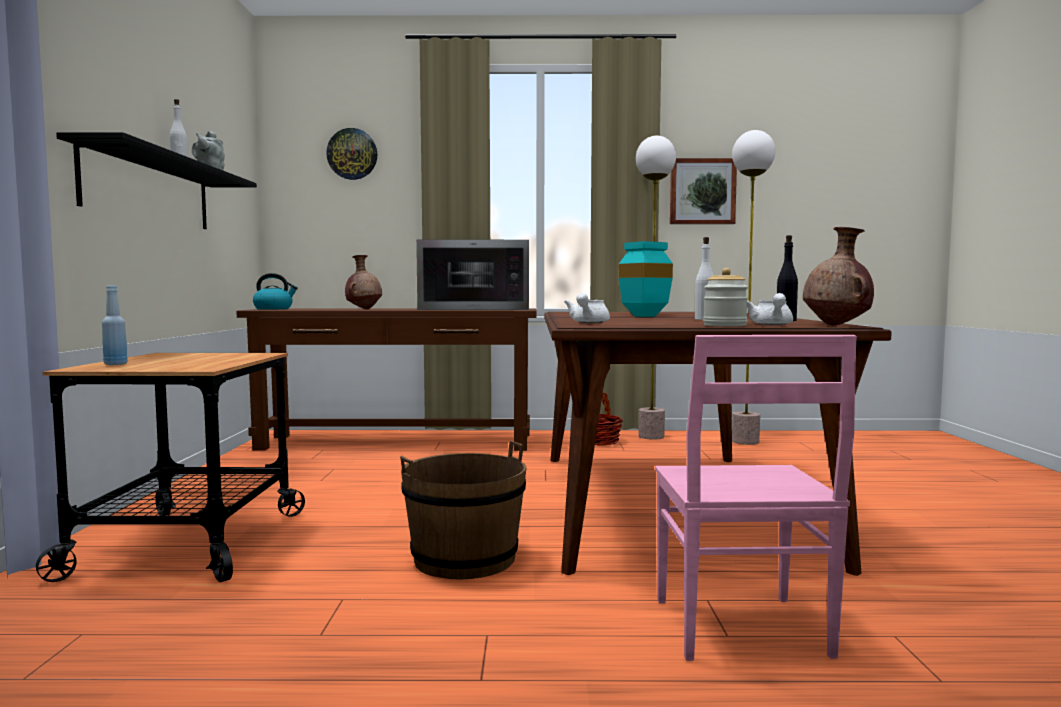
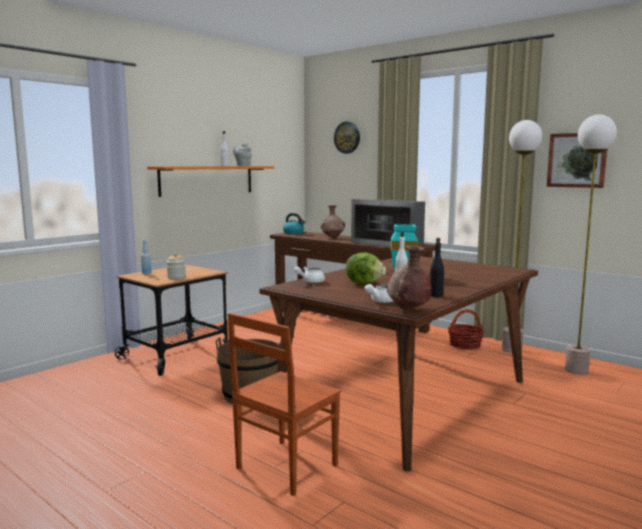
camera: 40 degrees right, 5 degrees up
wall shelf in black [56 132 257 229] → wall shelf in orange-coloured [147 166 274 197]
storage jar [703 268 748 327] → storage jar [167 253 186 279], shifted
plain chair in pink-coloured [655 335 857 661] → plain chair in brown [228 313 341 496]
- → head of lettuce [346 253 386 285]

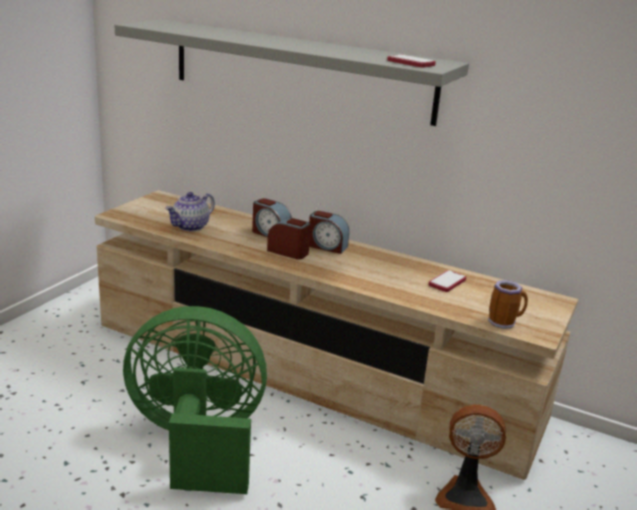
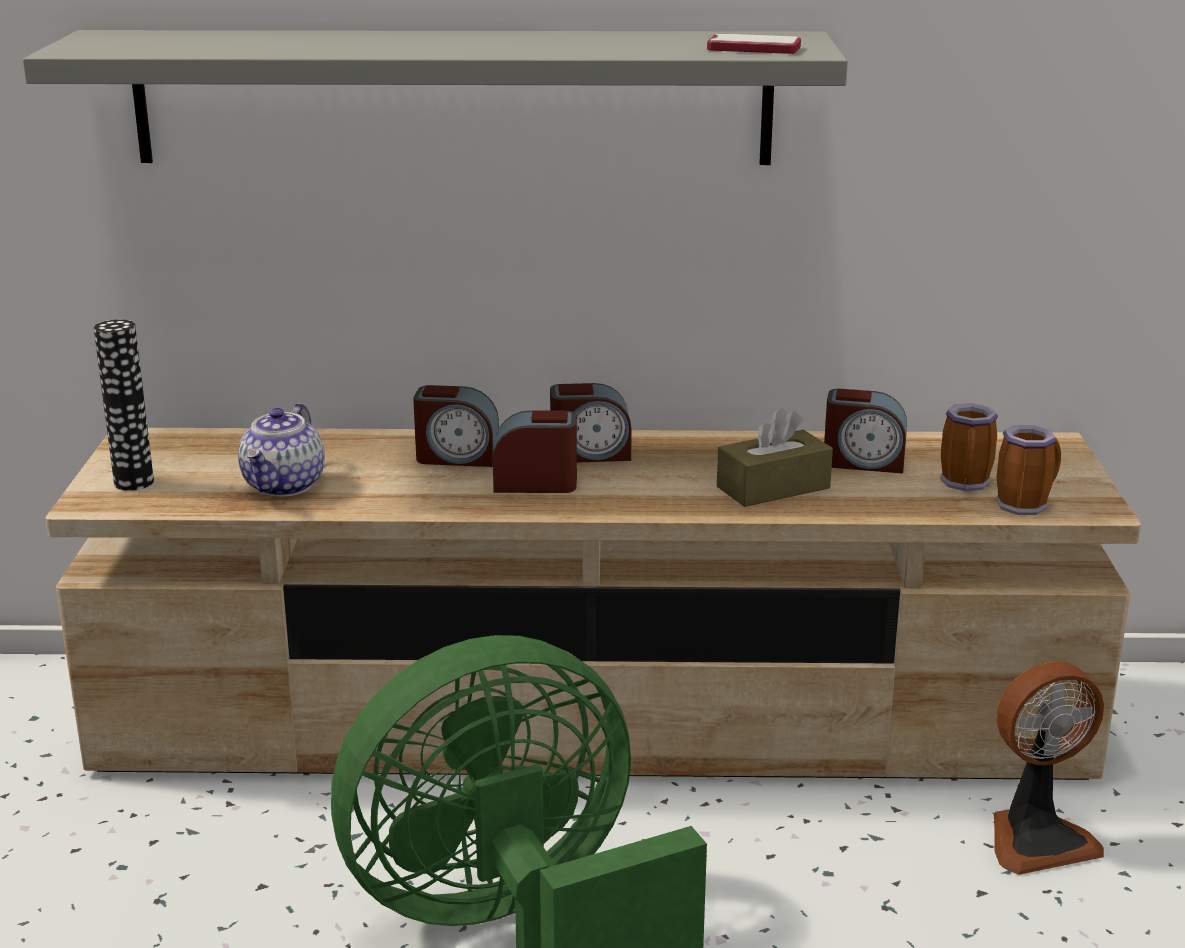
camera: 25 degrees left, 0 degrees up
- → vase [94 320 154 491]
- → tissue box in brown [717 408 833 507]
telephone [428 270 466 292] → bedside clock [824 389 907 474]
- → coffee mug [940 403 998 491]

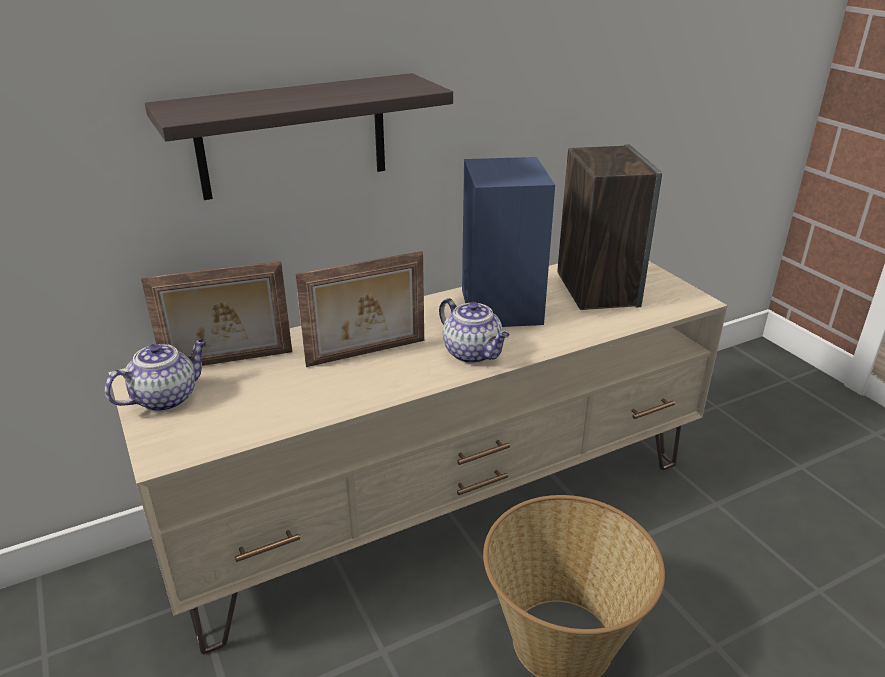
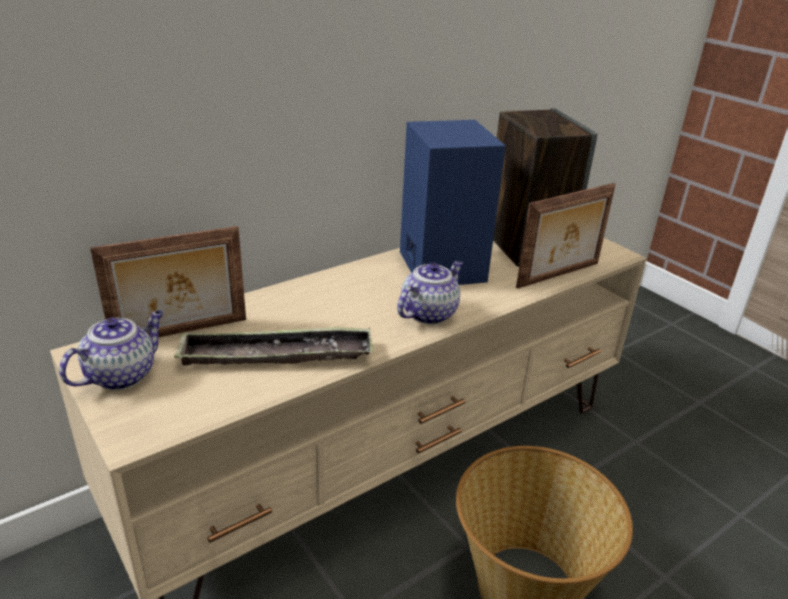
camera: 10 degrees left, 0 degrees up
- → tray [174 327 373 366]
teapot [439 298 510 363] → teapot [397 261 463 325], 90 degrees counterclockwise
photo frame [295 251 424 367] → photo frame [516 183 616 289], shifted
wall shelf [145 73 453 200] → -

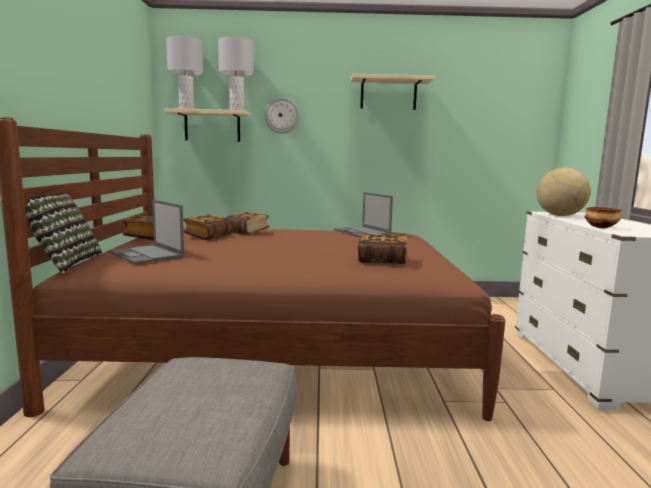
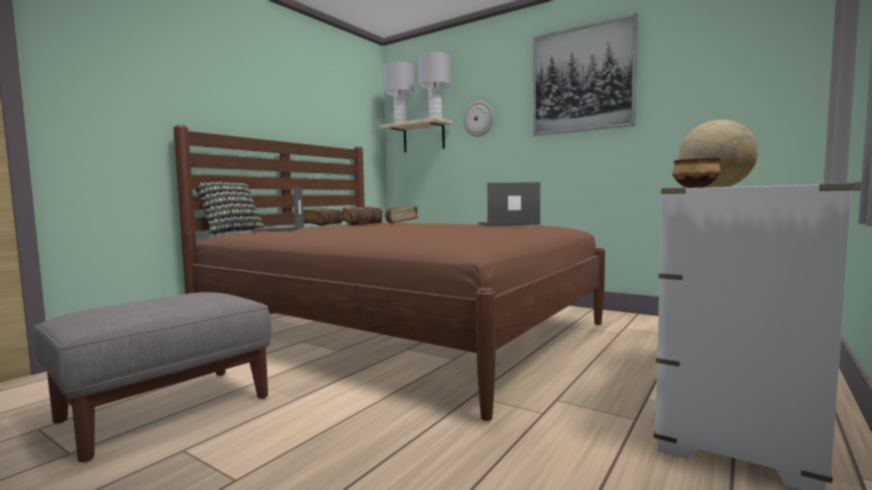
camera: 35 degrees right, 5 degrees down
laptop [334 192 393 237] → laptop [478 182 540 226], 75 degrees clockwise
wall shelf in beige-coloured [351 74 435 110] → picture [533 13 638 136]
bound book [358 233 408 264] → -

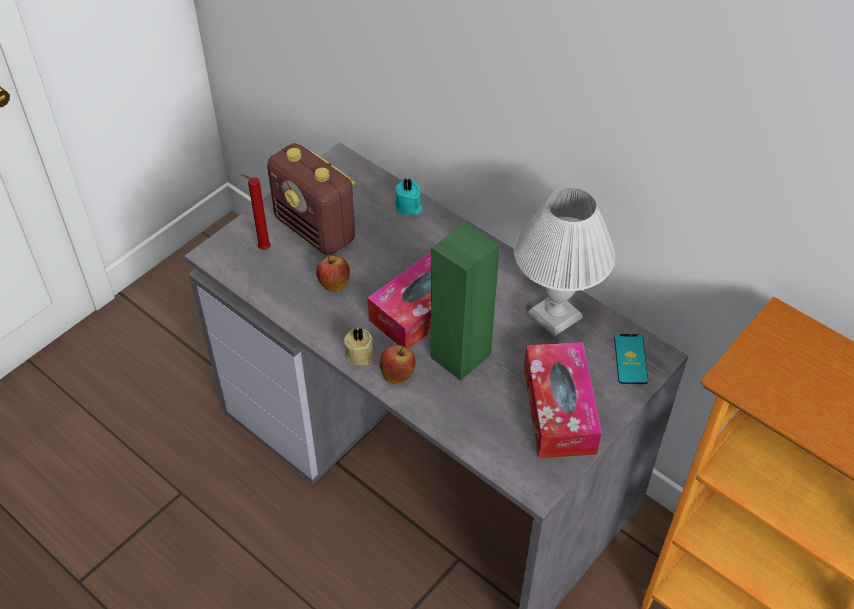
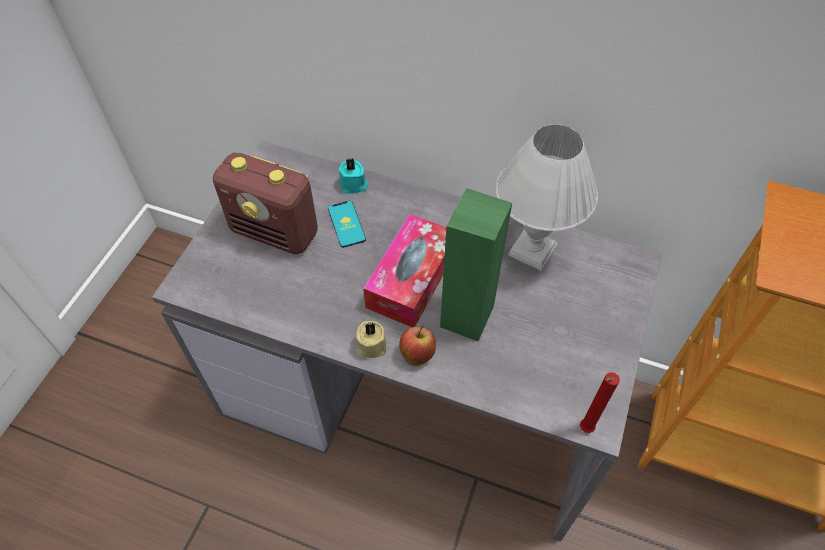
camera: 20 degrees left, 5 degrees up
telephone [614 334 648 384] → telephone [328 200 366 248], shifted
wax light in reddish [241 174 271 250] → wax light in reddish [580 372 620 433], shifted
apple [316 253 350 292] → -
tissue box [524 342 602 458] → -

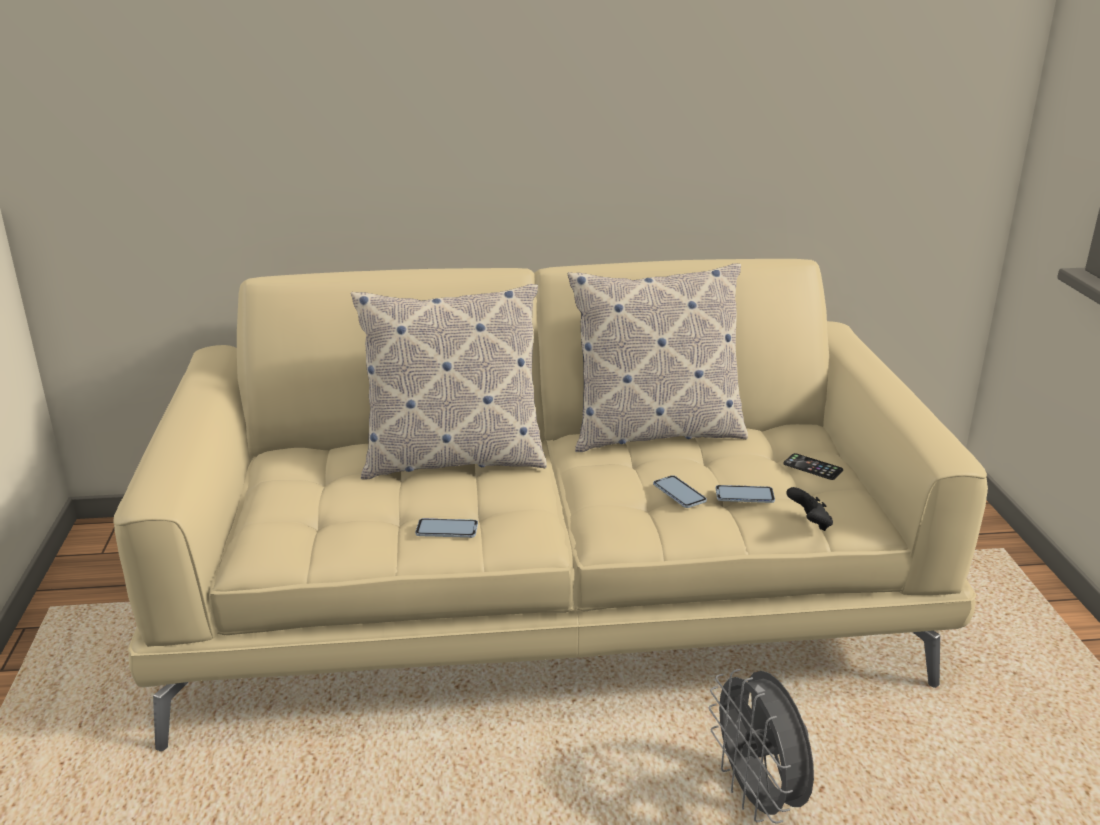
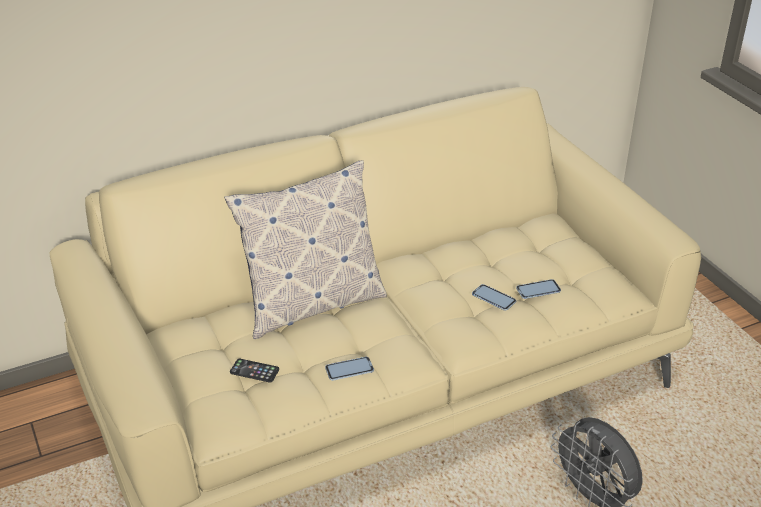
camera: 20 degrees left, 10 degrees up
telephone [783 453 843 480] → telephone [230 359 279 383], shifted
throw pillow [568 263 748 452] → -
game controller in black [786 487 833 531] → -

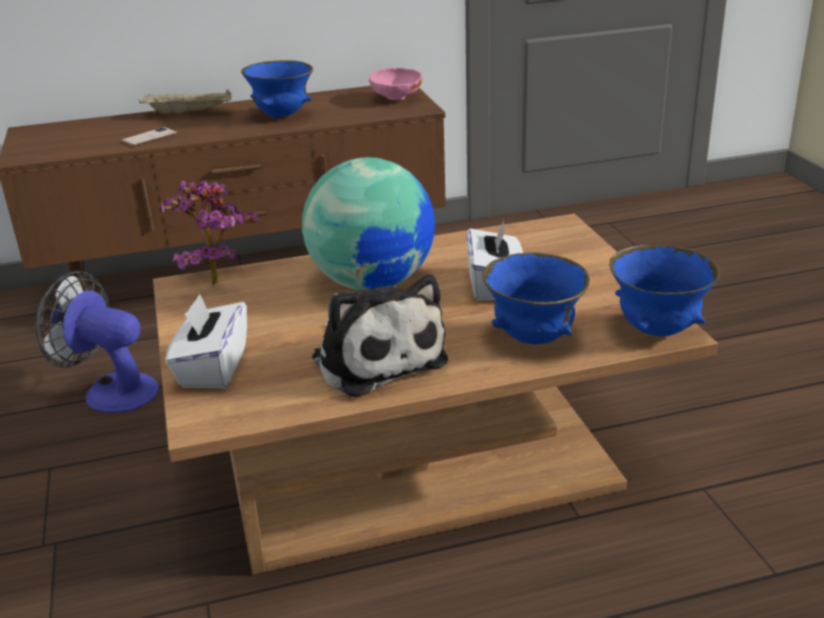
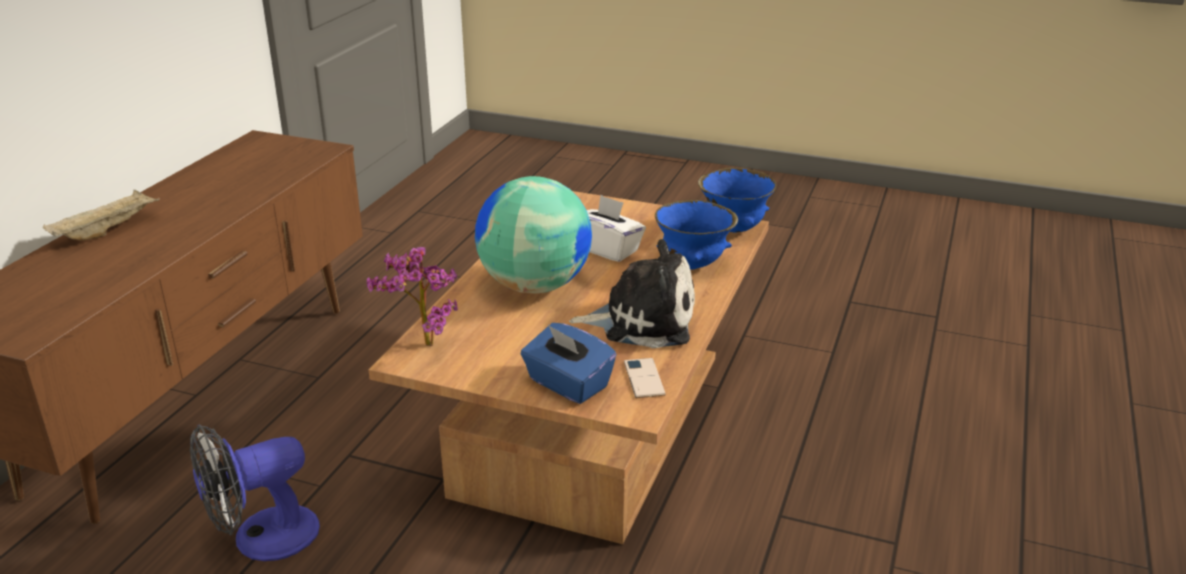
camera: 55 degrees left, 0 degrees up
tissue box in white-coloured [165 293 247 388] → tissue box in bluish [521 323 616 404]
telephone [121 127 177 146] → telephone [624 358 666 398], shifted
serving bowl in bluish [241 60 313 118] → -
serving bowl in pink-coloured [369 68 422 100] → -

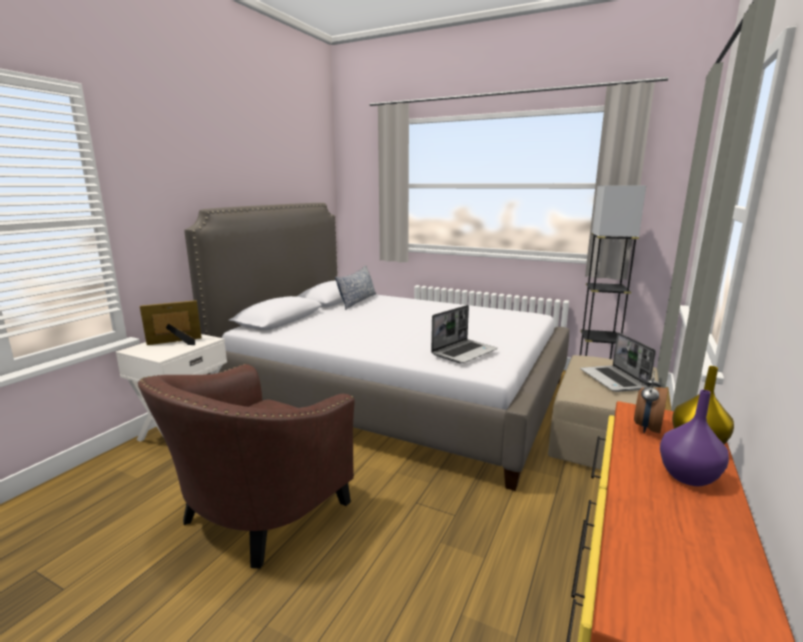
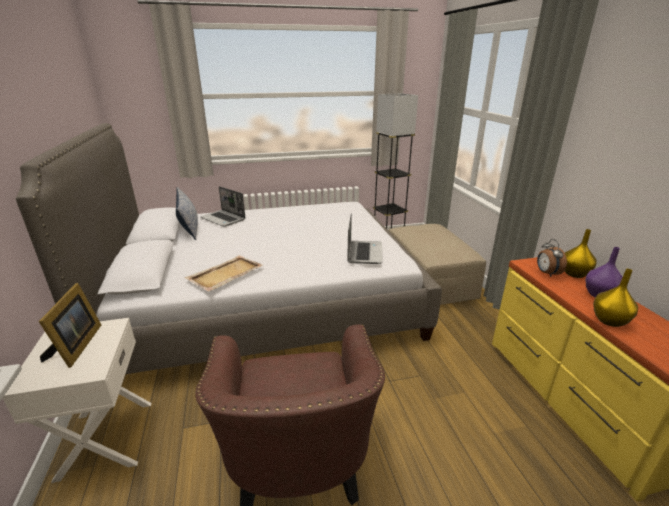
camera: 40 degrees left, 10 degrees up
photo frame [140 300 201 345] → photo frame [39 283 101 368], 150 degrees clockwise
- → tray in beige-coloured [185 255 263 291]
laptop [580 332 656 392] → laptop [201 186 245 226], shifted
- → vase in yellowish [593 269 638 327]

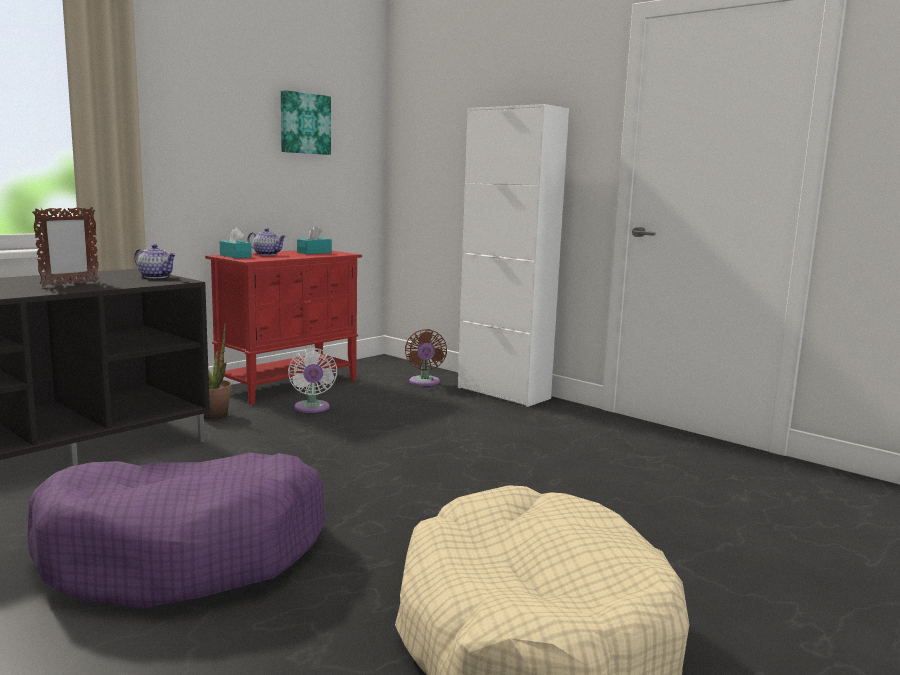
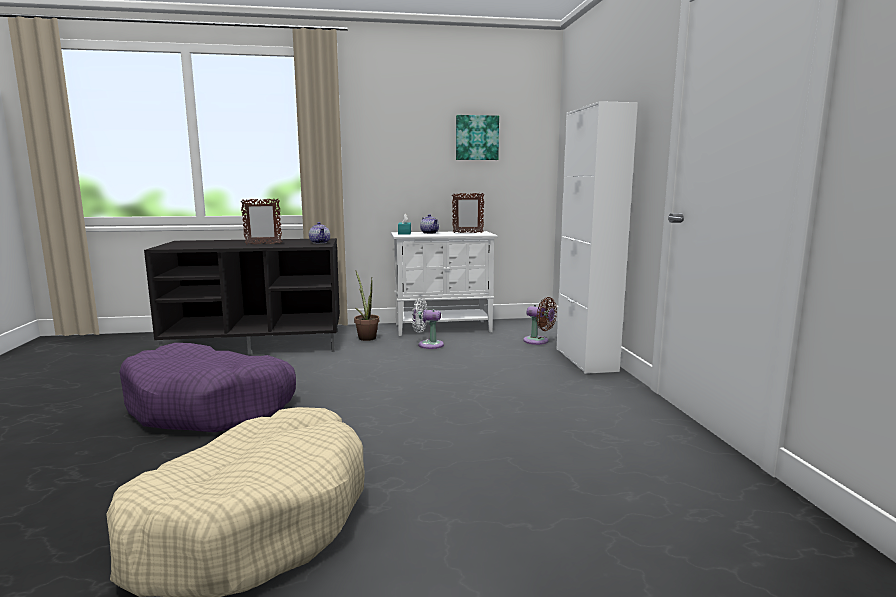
camera: 40 degrees right, 0 degrees up
storage cabinet in reddish [205 250 362 405] → storage cabinet in white-coloured [391 231 498 336]
electric fan in white-coloured [288 348 337 413] → electric fan in white-coloured [412 298 444 349], 75 degrees clockwise
tissue box in turquoise [297 226 332 254] → photo frame [452 193 484 233]
electric fan in brown [405 329 447 386] → electric fan in brown [523 297 557 345], 90 degrees counterclockwise

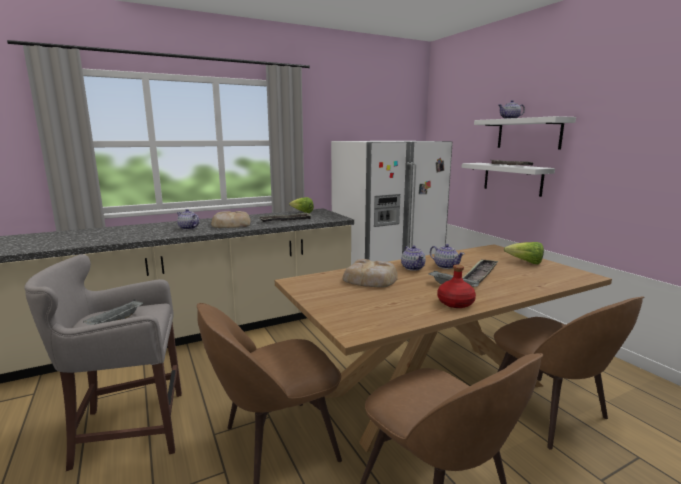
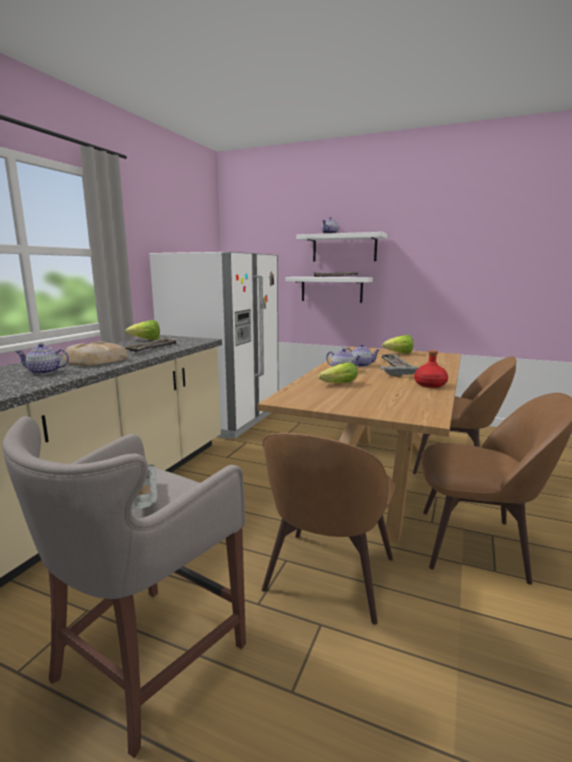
camera: 40 degrees left, 0 degrees up
bread [343 259 398 288] → head of lettuce [318 362 358 383]

